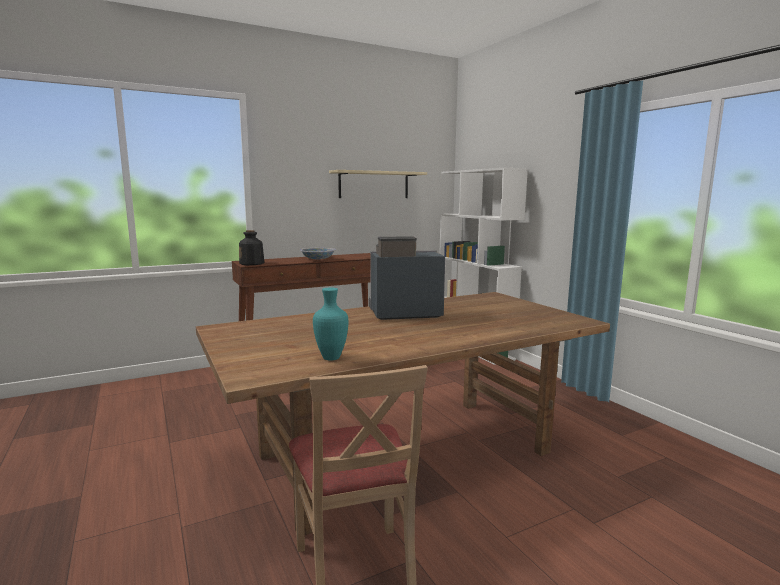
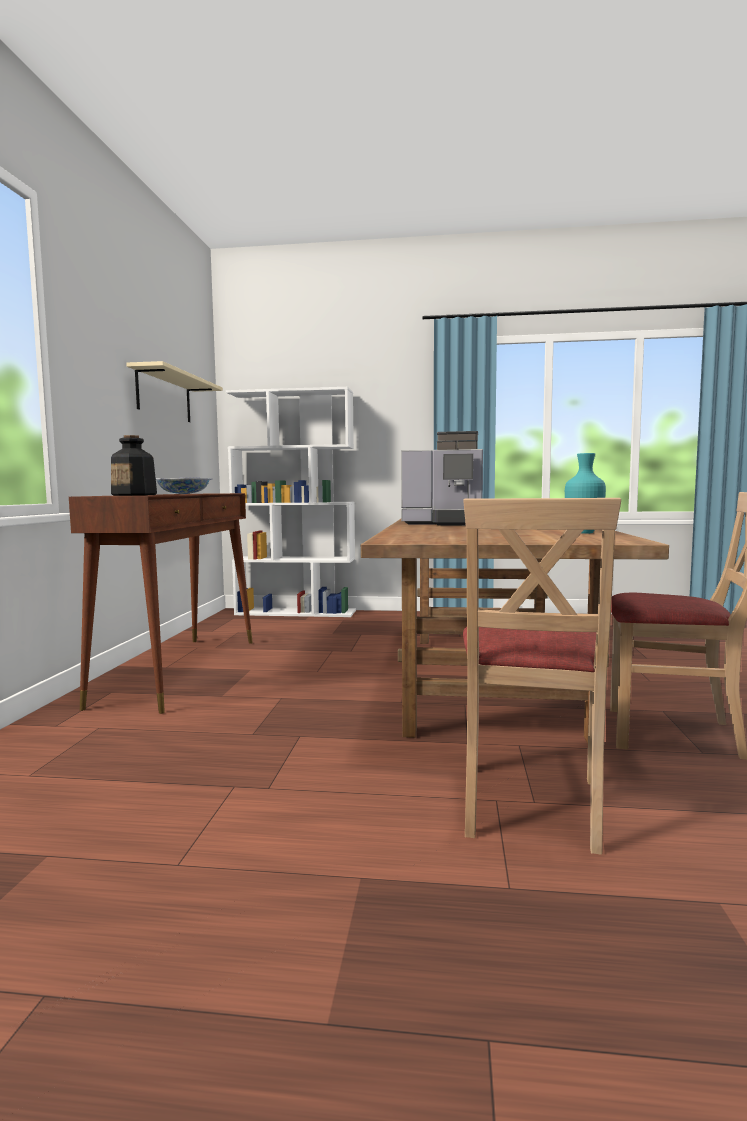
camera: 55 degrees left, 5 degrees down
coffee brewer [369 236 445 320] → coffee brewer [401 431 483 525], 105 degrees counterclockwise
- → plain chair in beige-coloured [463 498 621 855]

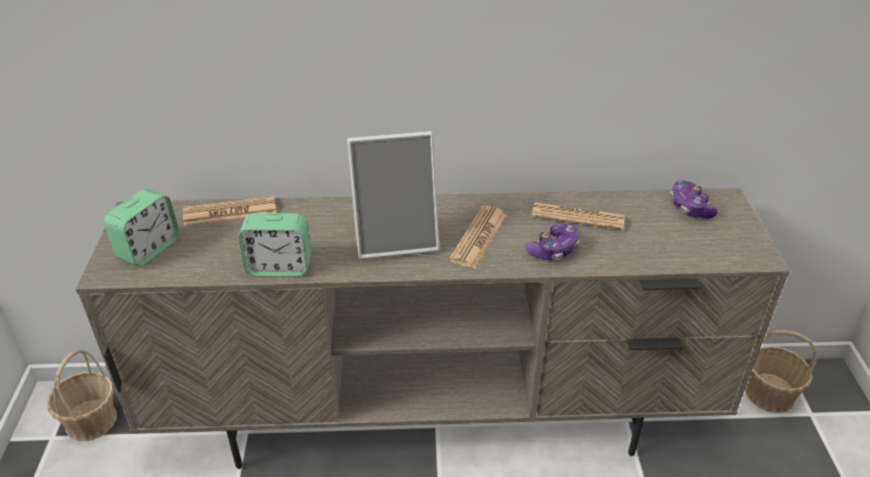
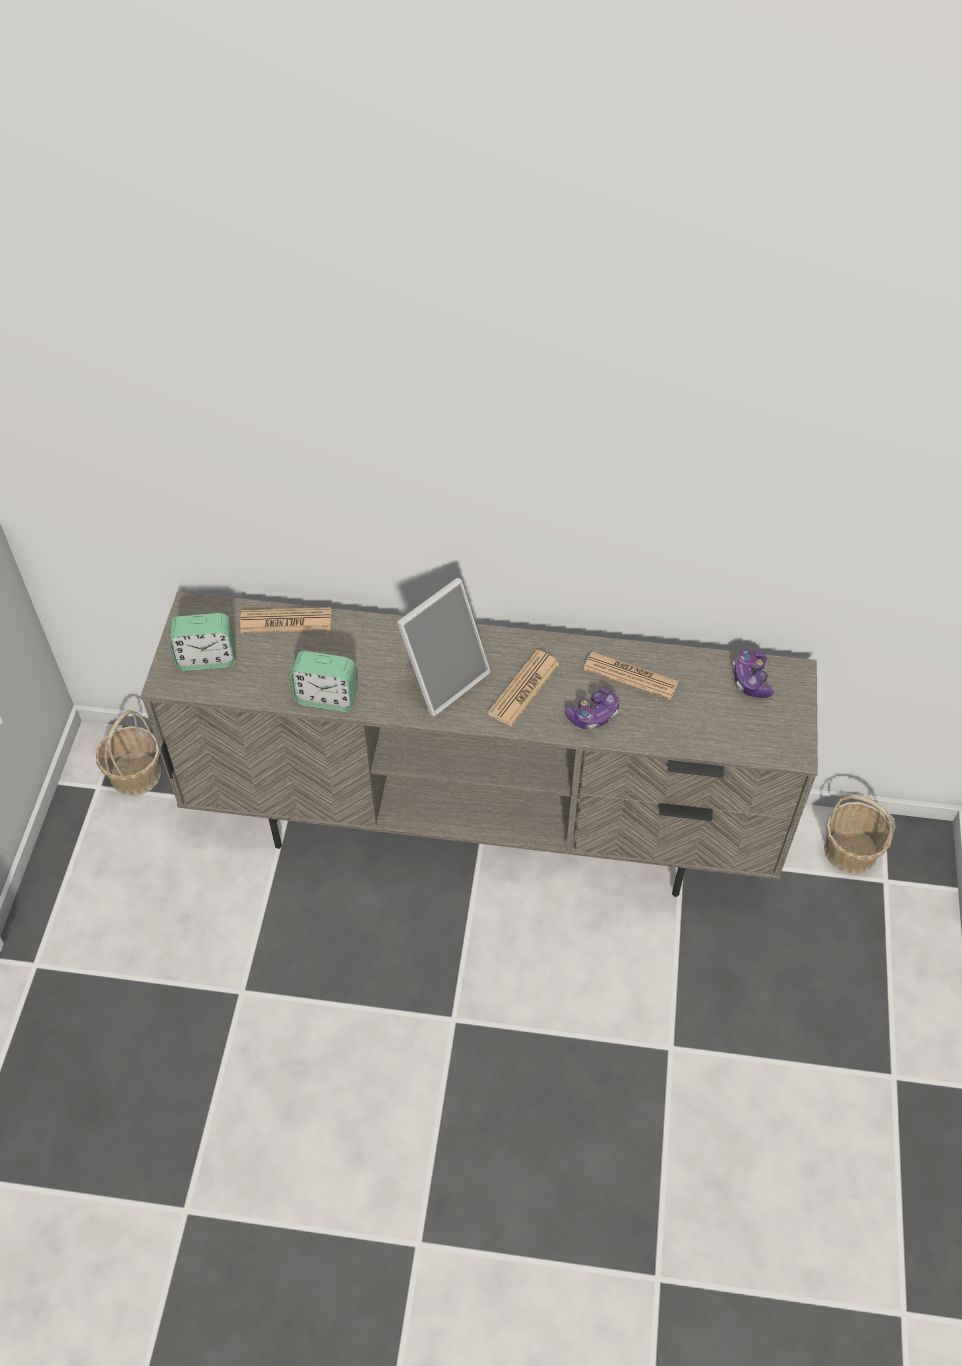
camera: 10 degrees right, 15 degrees up
bedside clock [104 189 179 266] → bedside clock [169 613 235 671], 45 degrees clockwise
photo frame [347 131 440 260] → photo frame [397 578 491 716], 45 degrees counterclockwise

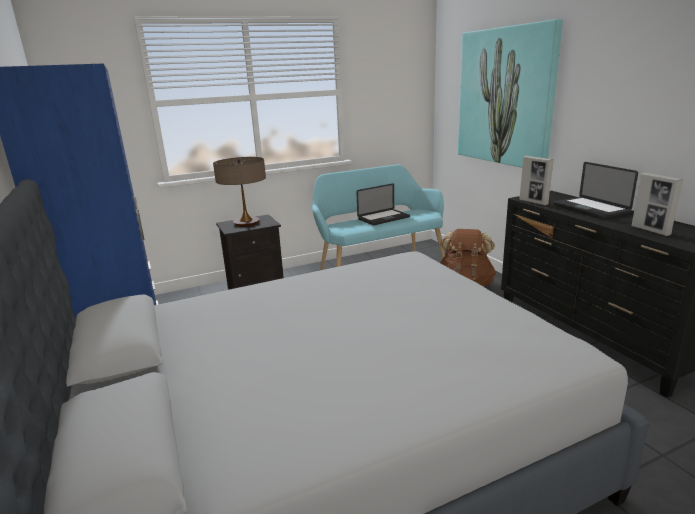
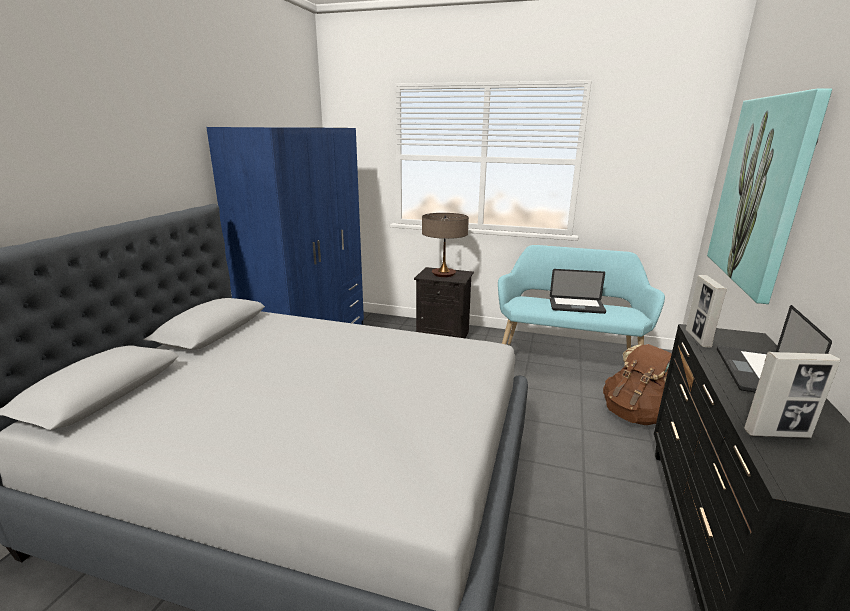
camera: 40 degrees right, 0 degrees up
photo frame [632 173 683 236] → photo frame [744 352 841 438], 105 degrees counterclockwise

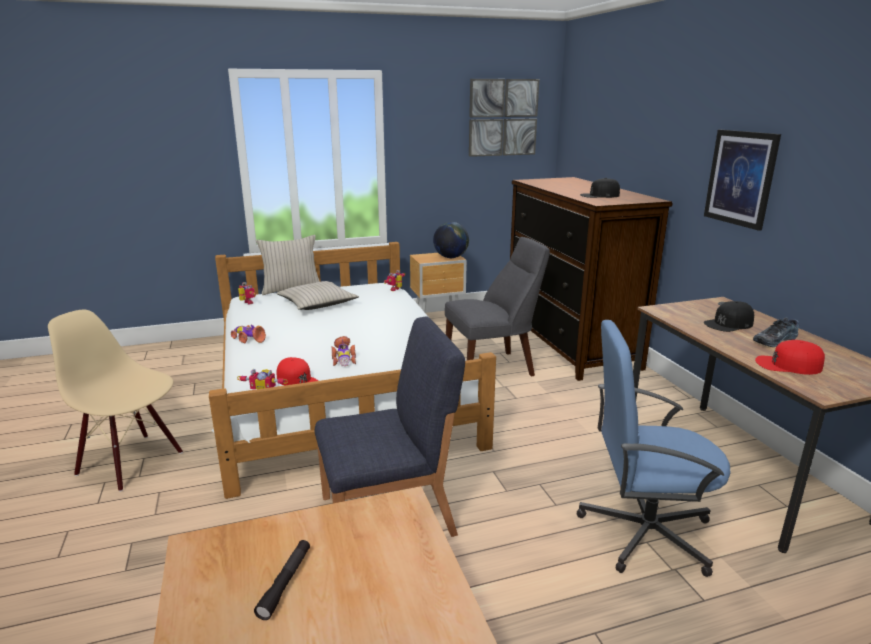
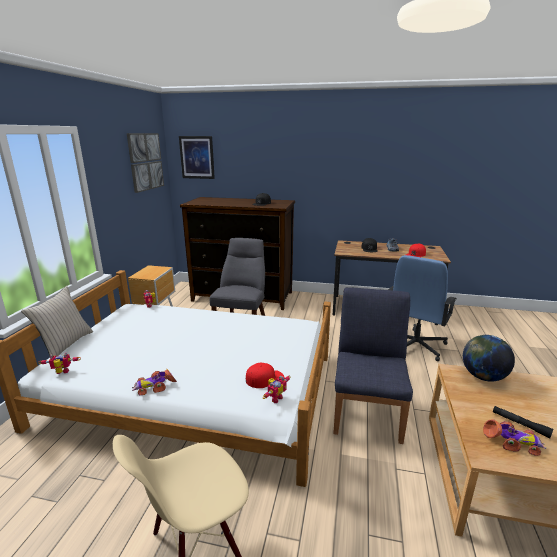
camera: 60 degrees left, 0 degrees up
picture [704 130 781 231] → picture [179 136 215 179], shifted
desk globe [433 222 469 258] → desk globe [463 335 515 382], shifted
toy car [331 336 356 367] → toy car [483 420 546 456], shifted
throw pillow in beige-coloured [276 281 359 310] → -

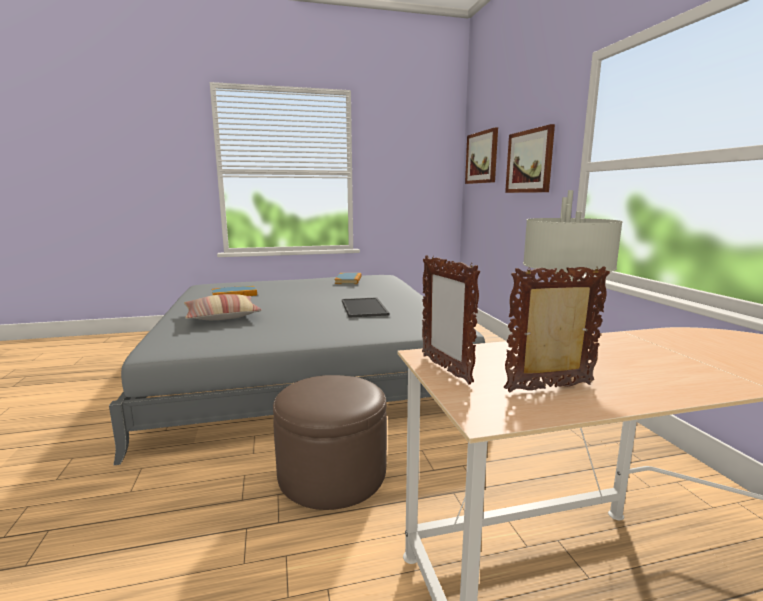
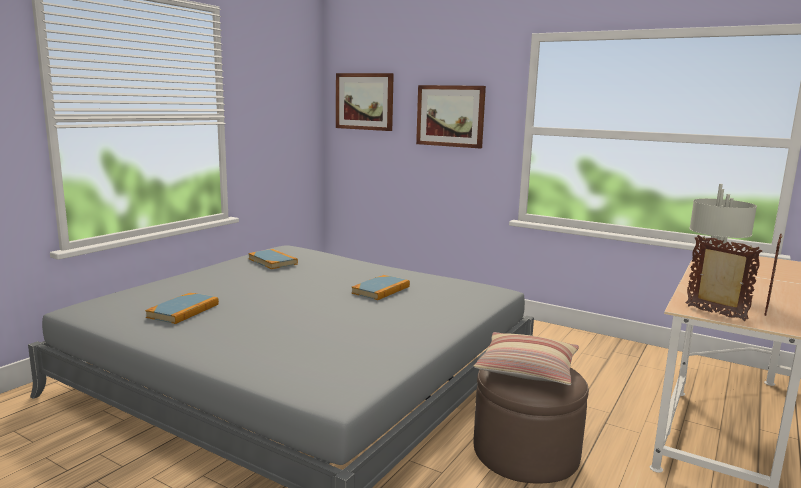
camera: 45 degrees left, 0 degrees up
tray [342 297 390 318] → bound book [351 275 410 300]
throw pillow [184 294 262 320] → throw pillow [474 332 579 385], shifted
photo frame [422 255 480 385] → photo frame [685 235 762 321], 150 degrees counterclockwise

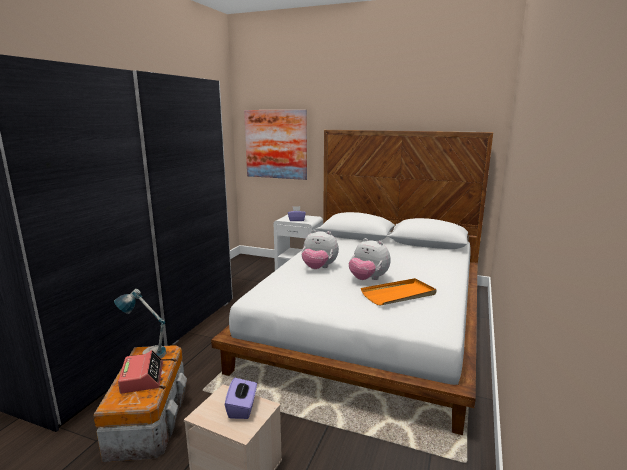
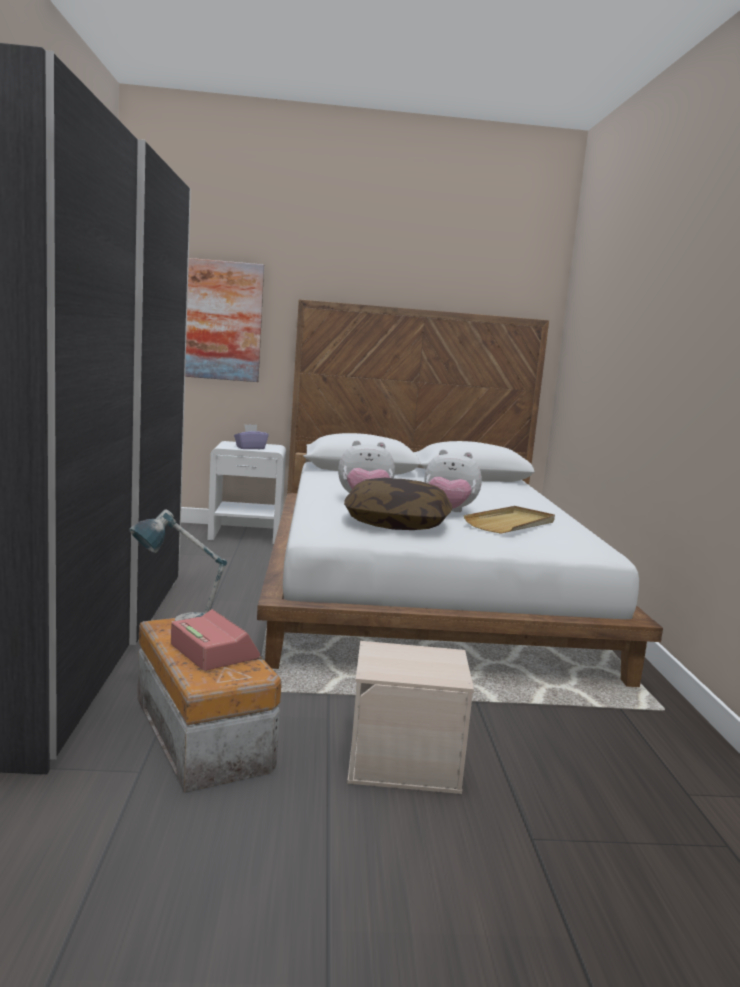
camera: 25 degrees left, 5 degrees down
- → throw pillow [344 477 452 530]
tray in orange-coloured [361 278 437 305] → tray in beige-coloured [464 506 555 534]
tissue box in purple-coloured [225 378 257 419] → -

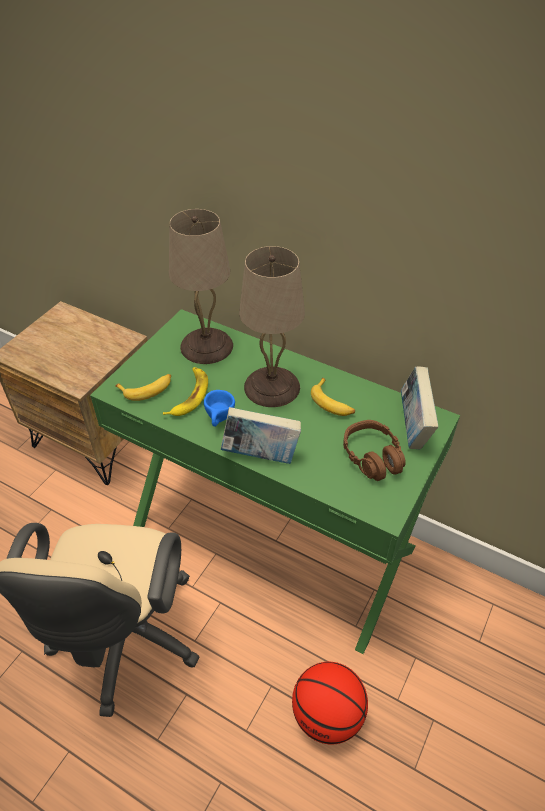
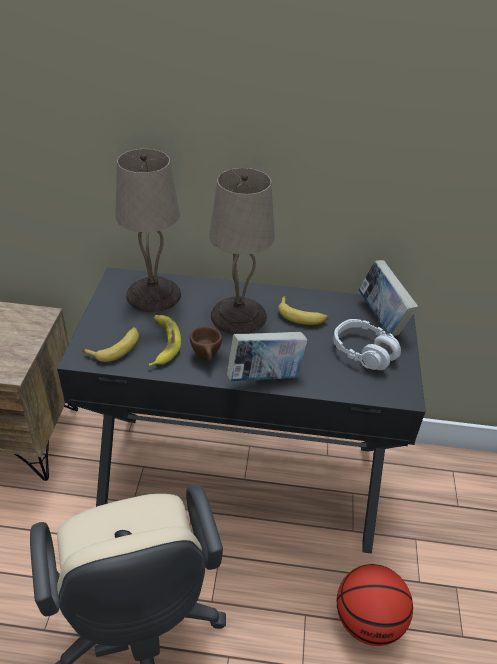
camera: 25 degrees left, 5 degrees down
desk in green-coloured [90 309 460 654] → desk in black [57 267 426 554]
drinking cup in bluish [204 390 235 427] → drinking cup in brown [190 326 222 362]
headset in brown [343 420 406 481] → headset in gray [333 319 401 370]

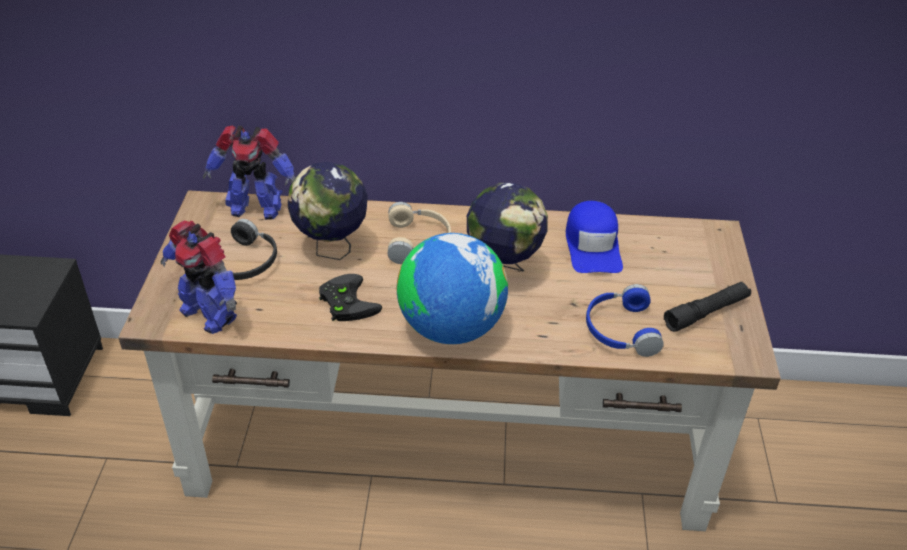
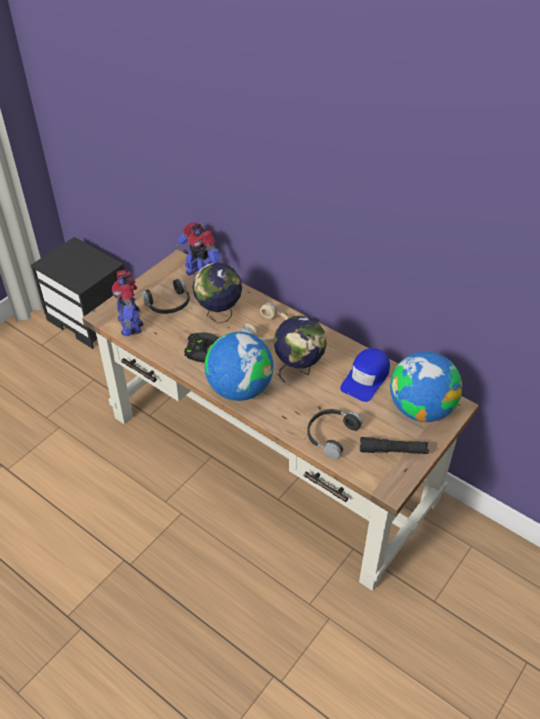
camera: 35 degrees right, 5 degrees up
headset in bluish [586 284 664 357] → headset in black [307 409 363 459]
- → desk globe [390 351 462 422]

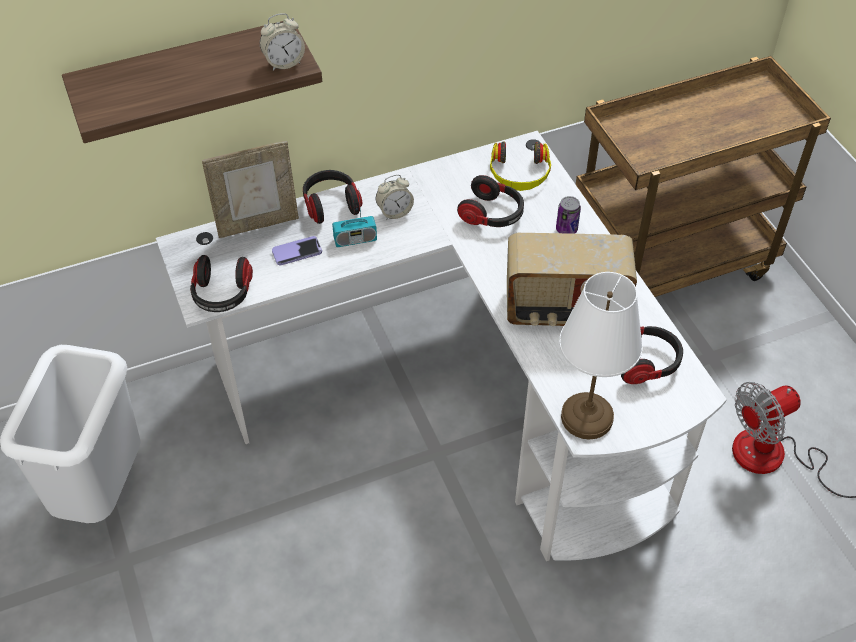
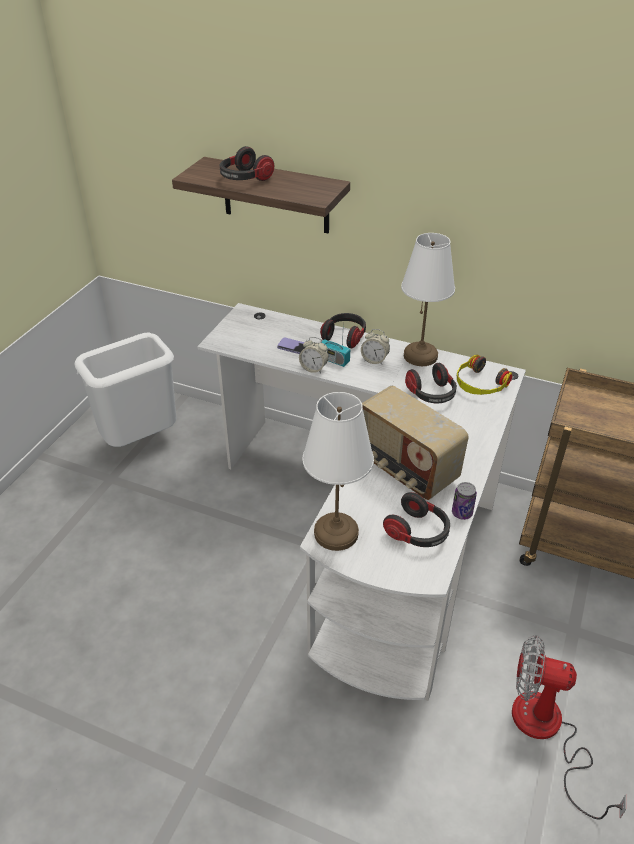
camera: 45 degrees right, 10 degrees down
headset [190 255 253 312] → headset [220 146 274 181], shifted
bedside clock [260 14 305 71] → bedside clock [299 337 329 373], shifted
- → lamp for a table in white-coloured [401 233 455 366]
can [556 196 581 234] → can [452 482 477 520], shifted
photo frame [202 141 299 238] → -

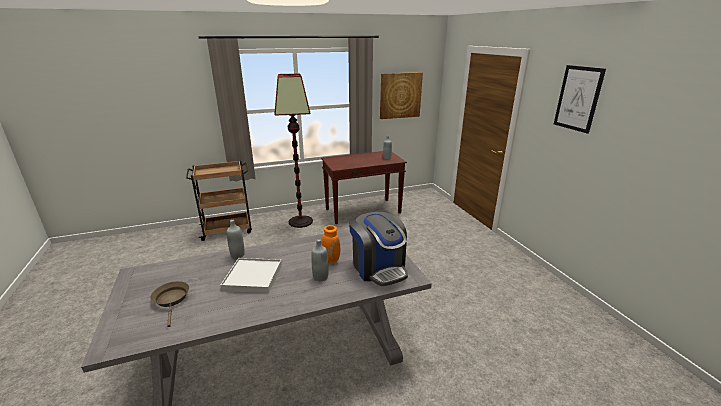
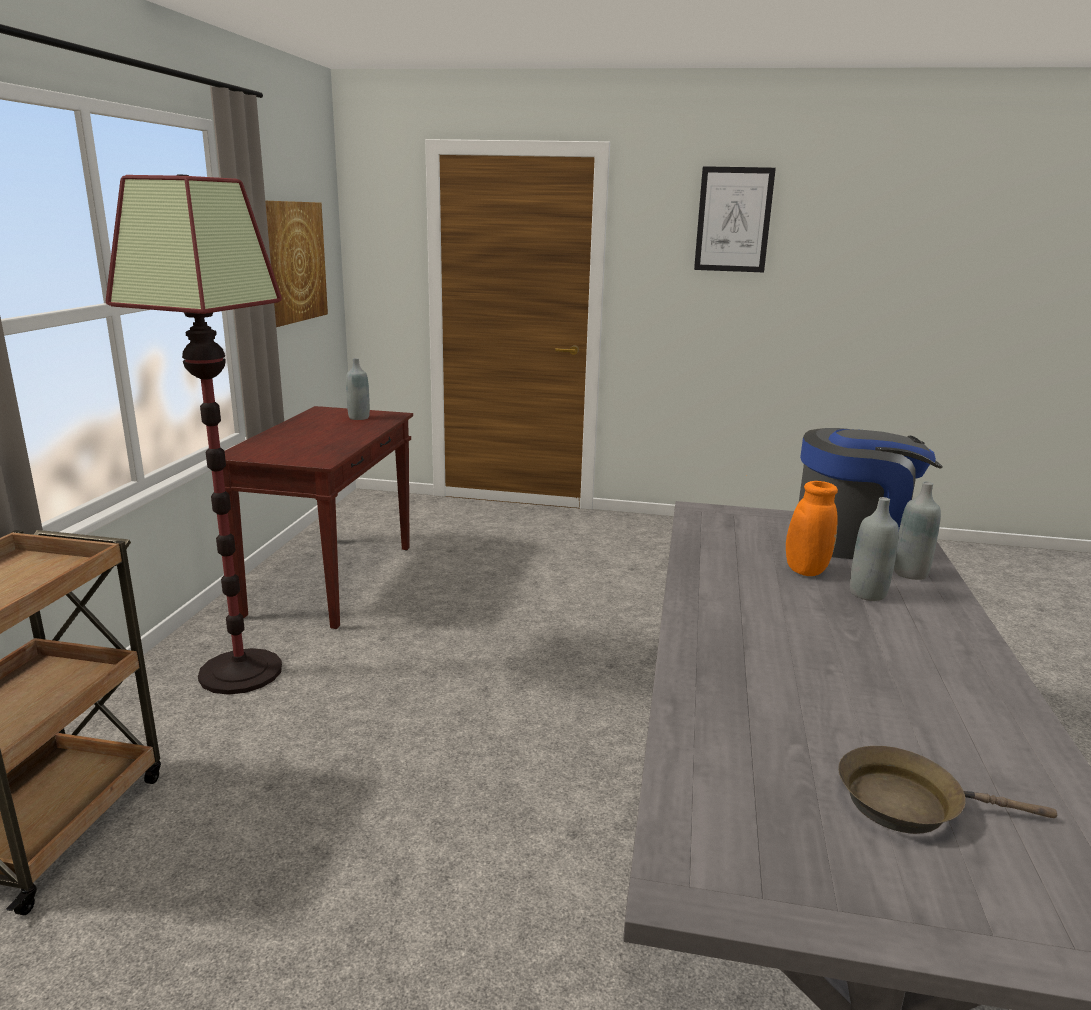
camera: 60 degrees left, 5 degrees down
beverage bottle in gray [227 220 245 259] → beverage bottle in gray [894 482 941 580], shifted
tray in white-coloured [220 258 282 293] → -

